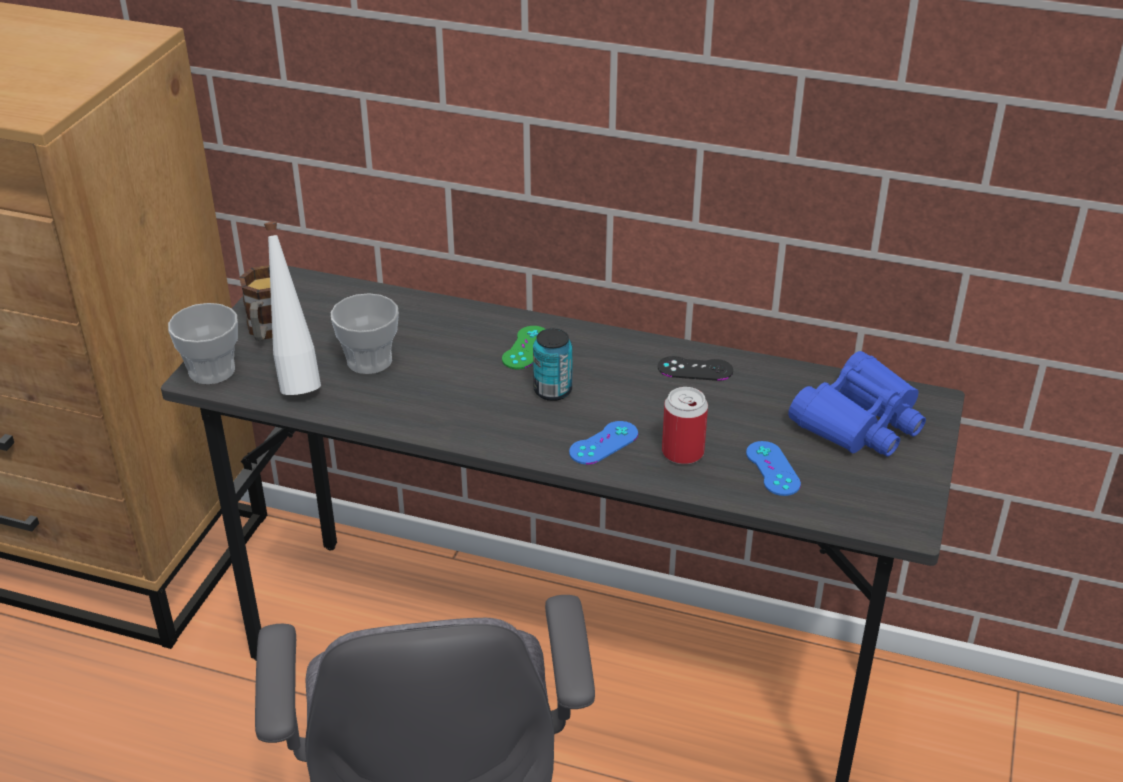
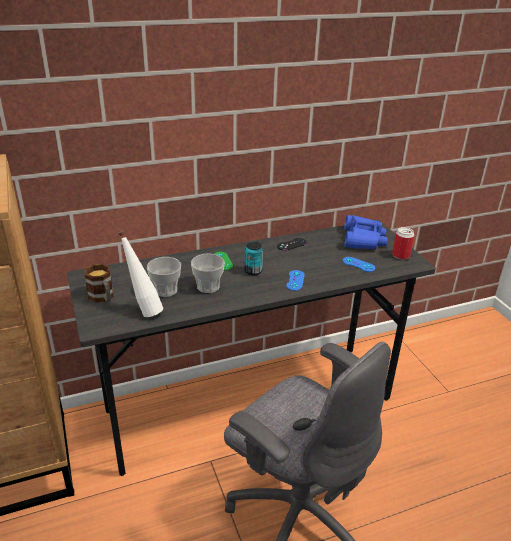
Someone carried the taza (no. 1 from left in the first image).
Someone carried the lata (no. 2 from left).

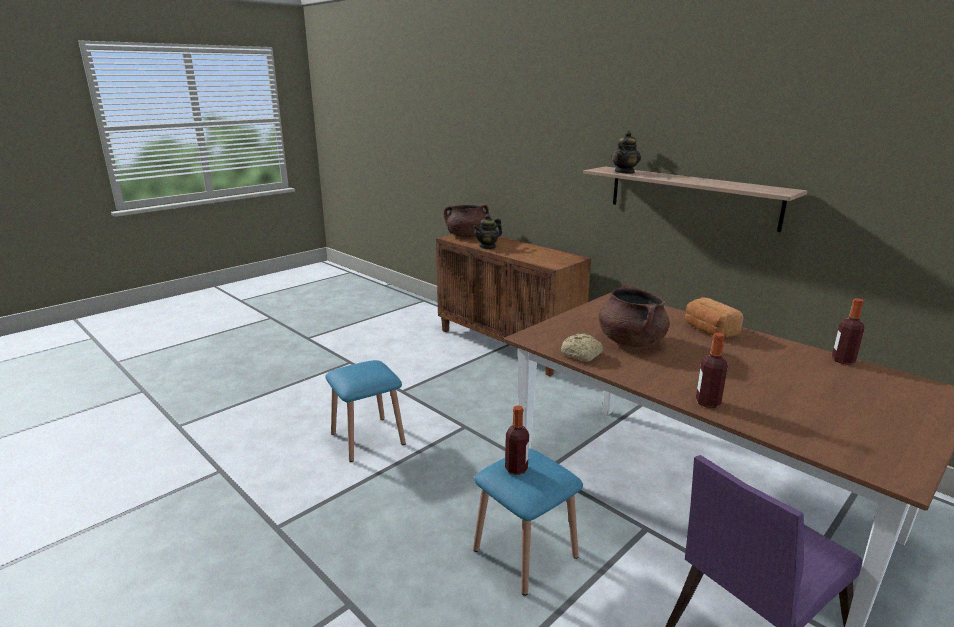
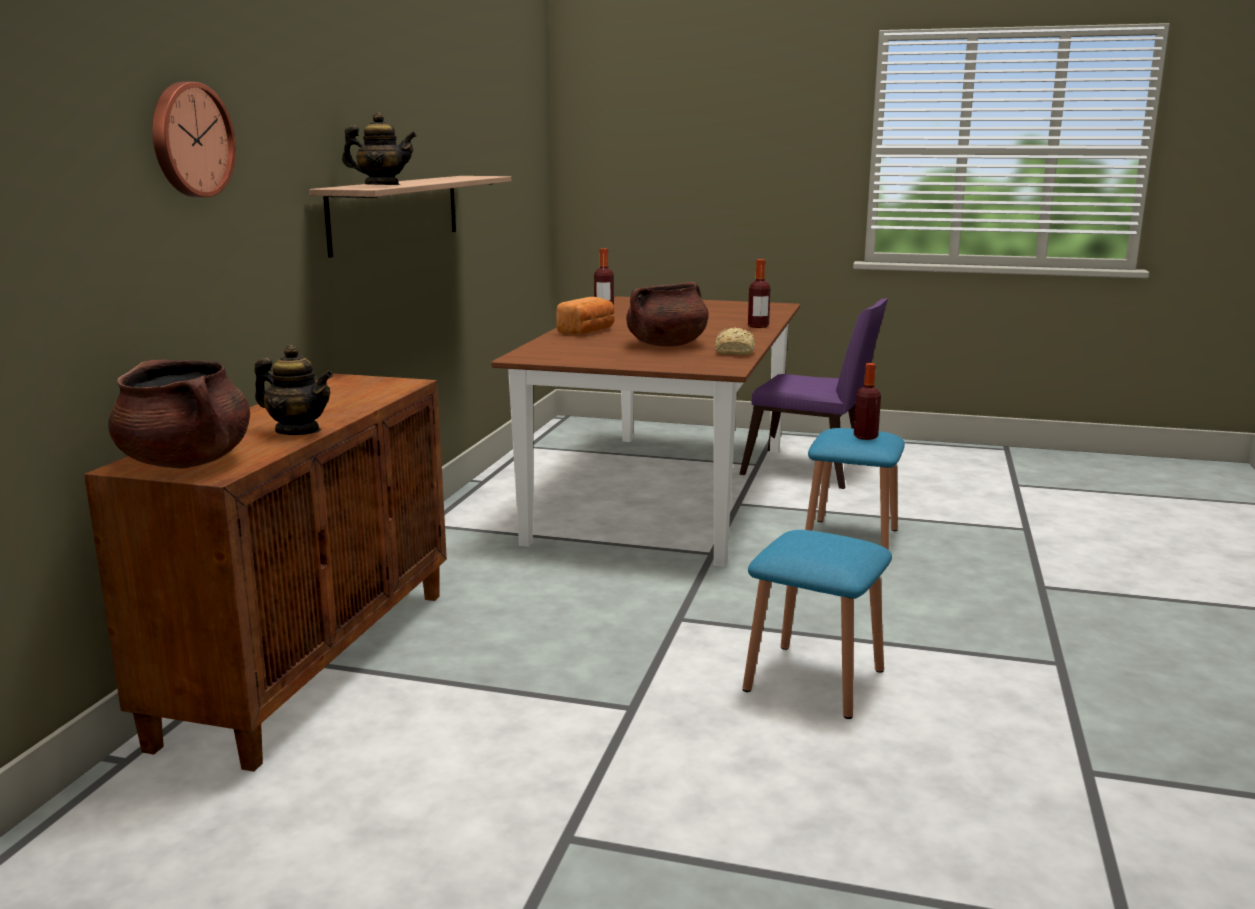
Someone put up the reloj de pared.

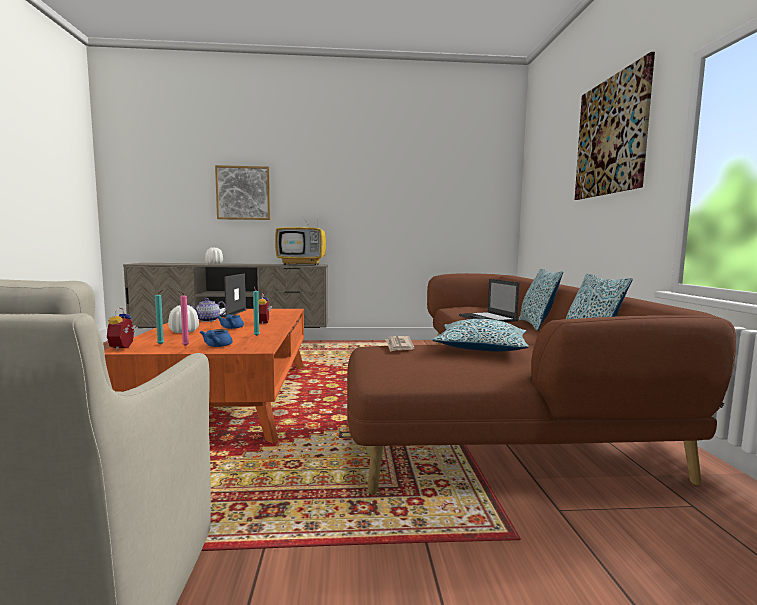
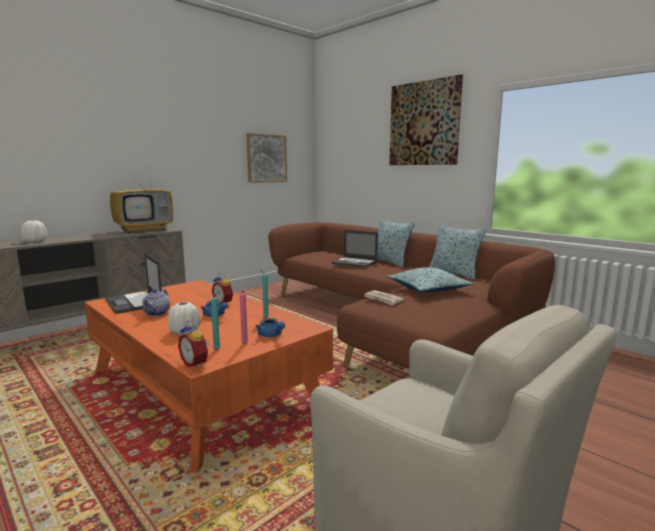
Someone carried the cuadro (no. 1 from left).

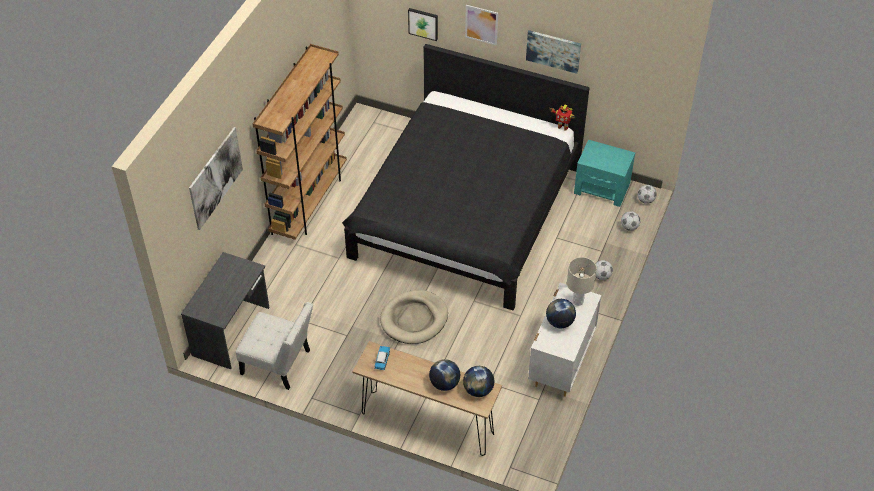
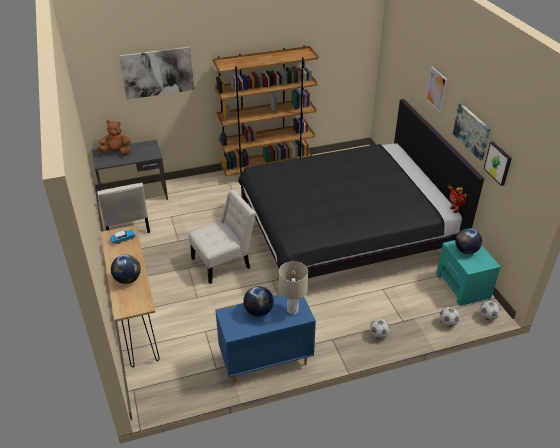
Someone put down the peluche/marrón.
Someone carried the cuadro (no. 2 from left in the first image).
Someone carried the globo terráqueo (no. 2 from left in the first image).
Someone swapped the cama para perro/beis for the silla/blanco (no. 2 from left).
Someone repainted the cómoda/blanco, which became the cómoda/azul.

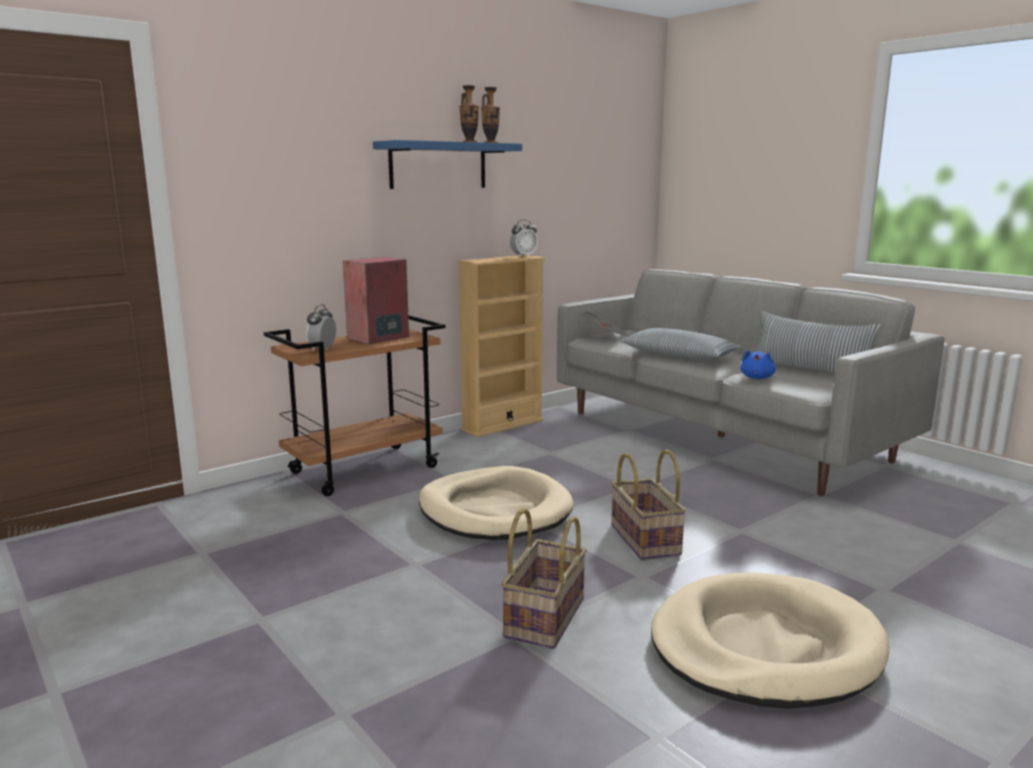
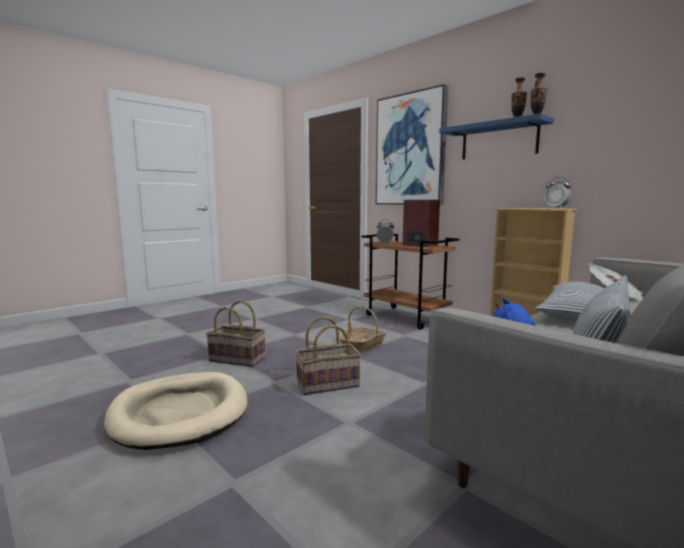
Someone put up the cuadro.
Someone swapped the cama para perro/beis (no. 1 from left) for the cesta (no. 3 from left).

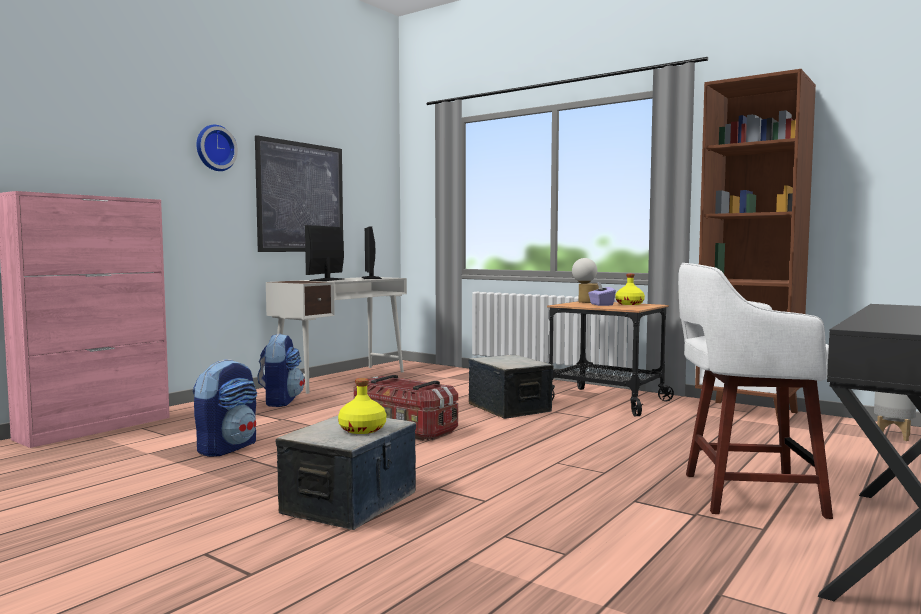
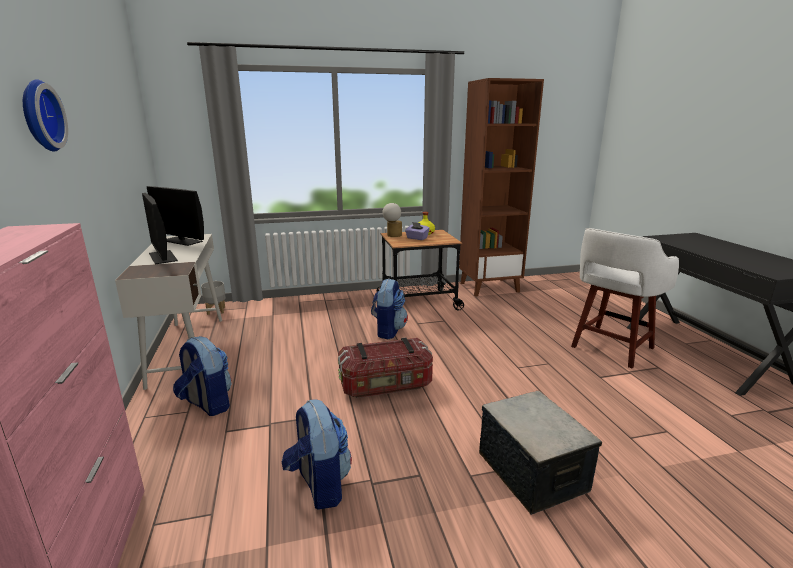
Someone took away the cuadro.
Someone took away the botella/amarillo (no. 1 from left).
Someone carried the maceta/gris.
Someone swapped the caja de almacenaje (no. 3 from left) for the mochila (no. 3 from left).

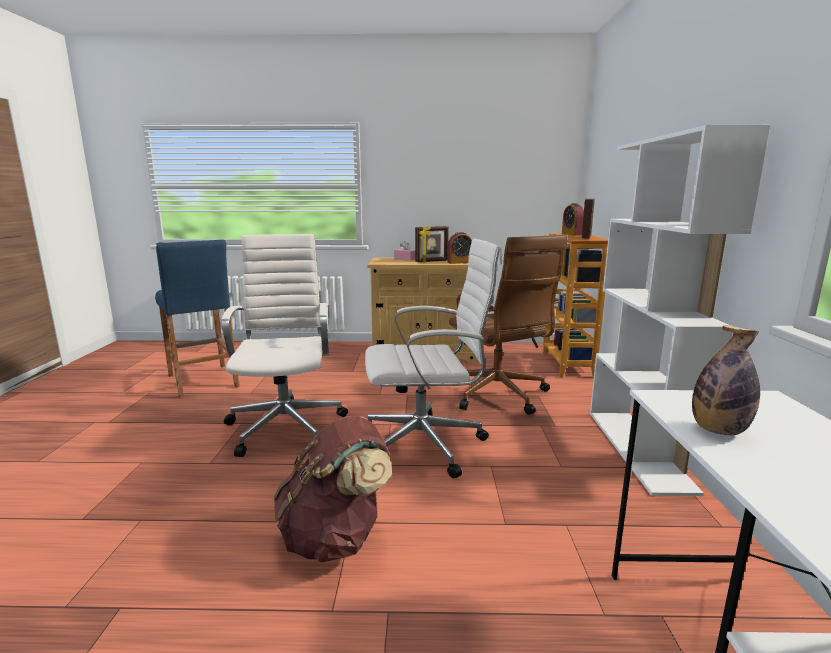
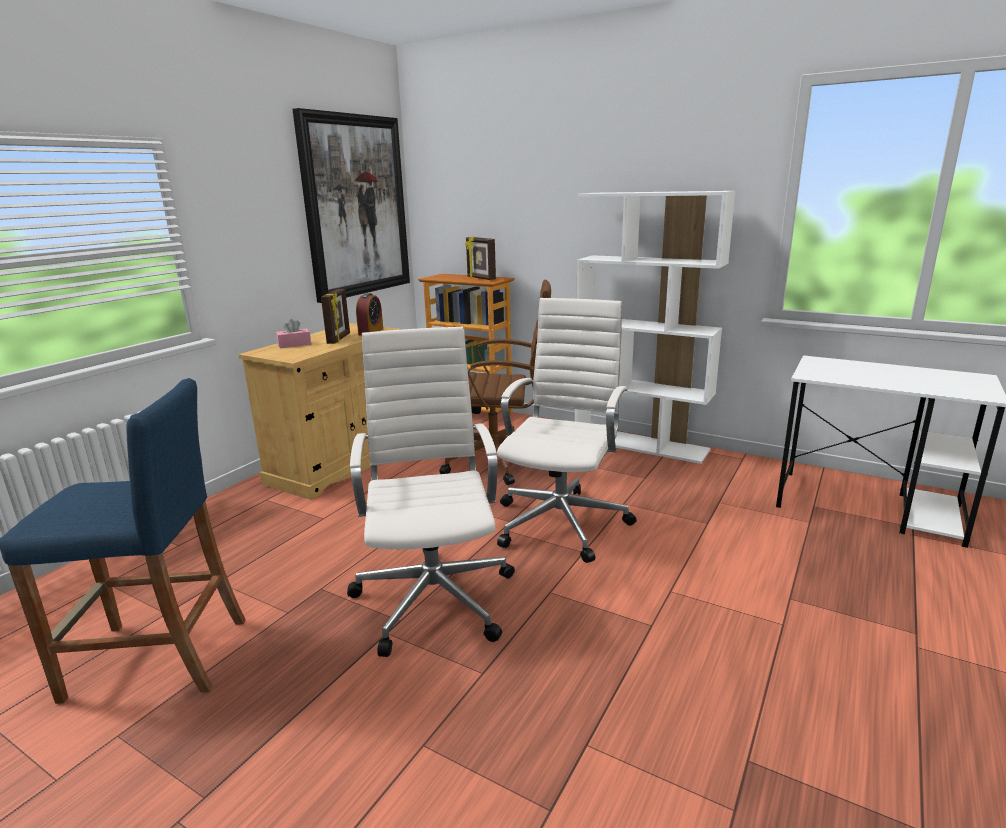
Someone took away the mochila/marrón.
Someone took away the despertador (no. 2 from left).
Someone took away the botella.
Someone put up the cuadro.
Someone rotated the silla de oficina/blanco (no. 1 from left) by 60 degrees clockwise.

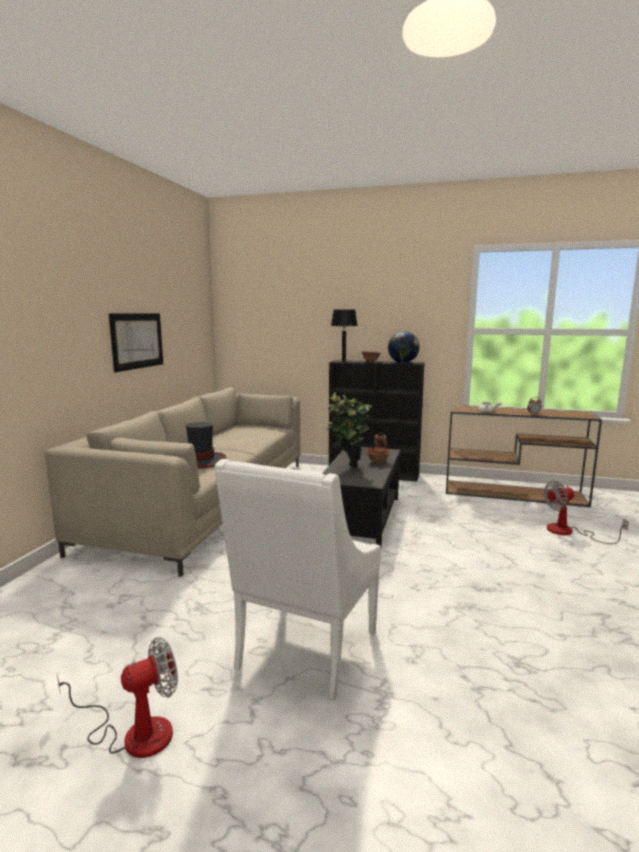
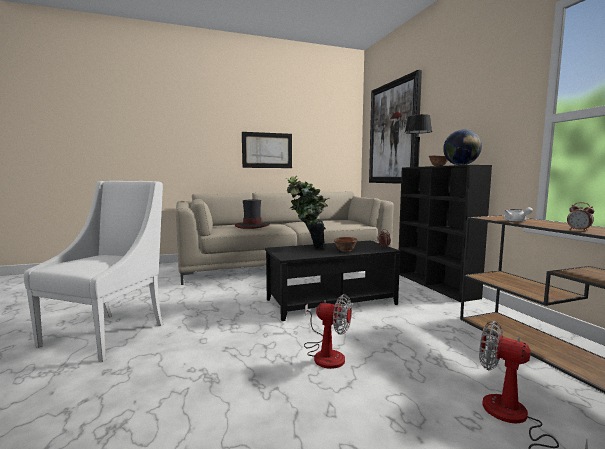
Someone put up the cuadro (no. 2 from left).
Someone carried the ventilador (no. 1 from left).
Someone rotated the sillón/blanco by 120 degrees clockwise.

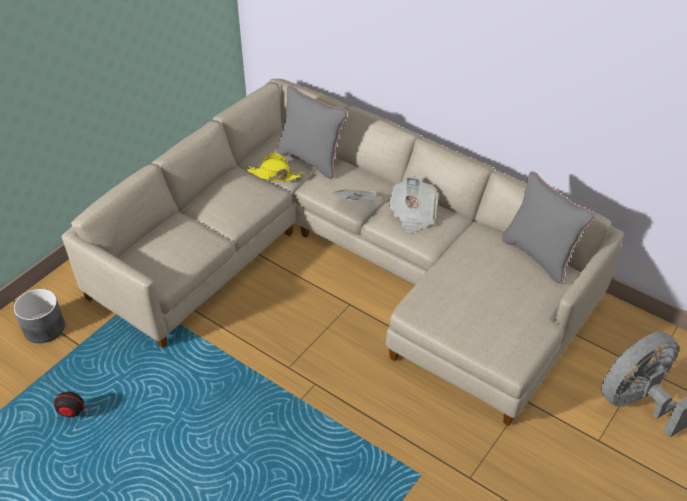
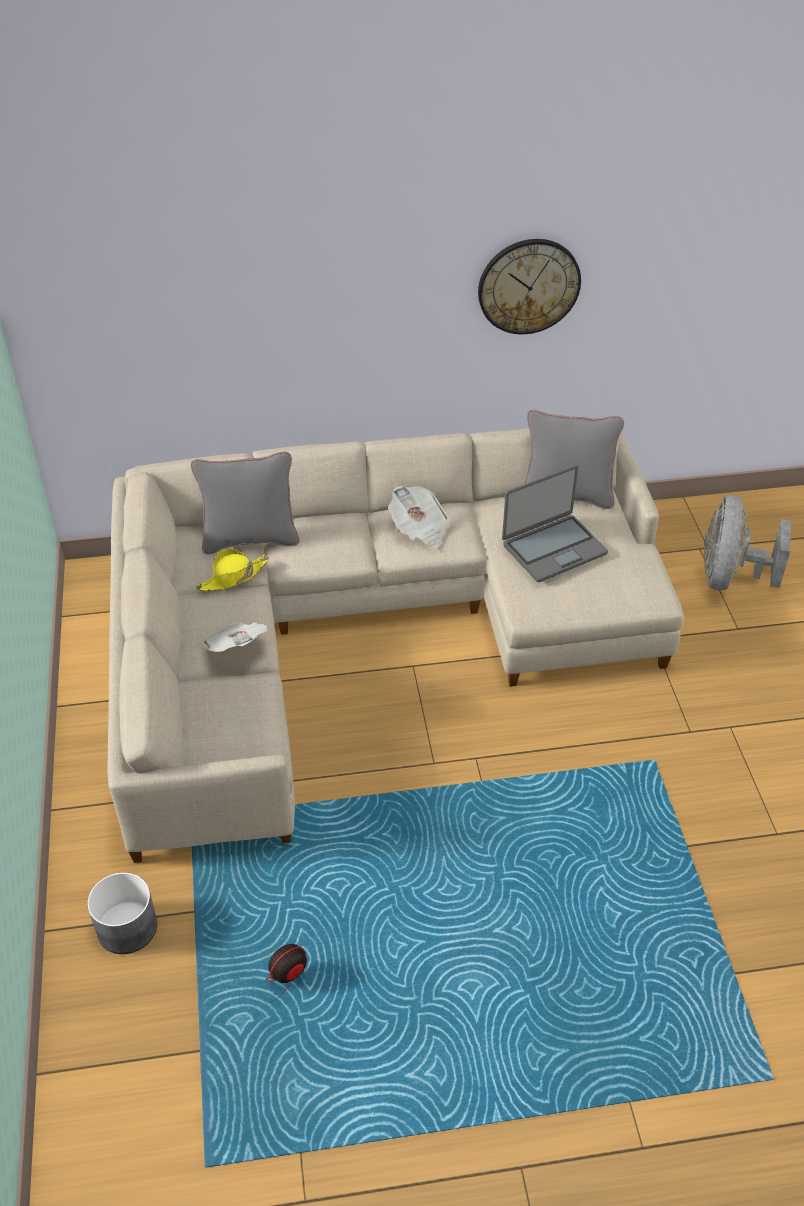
Someone put up the reloj de pared.
Someone put down the portátil.
Someone carried the periódico (no. 1 from left).

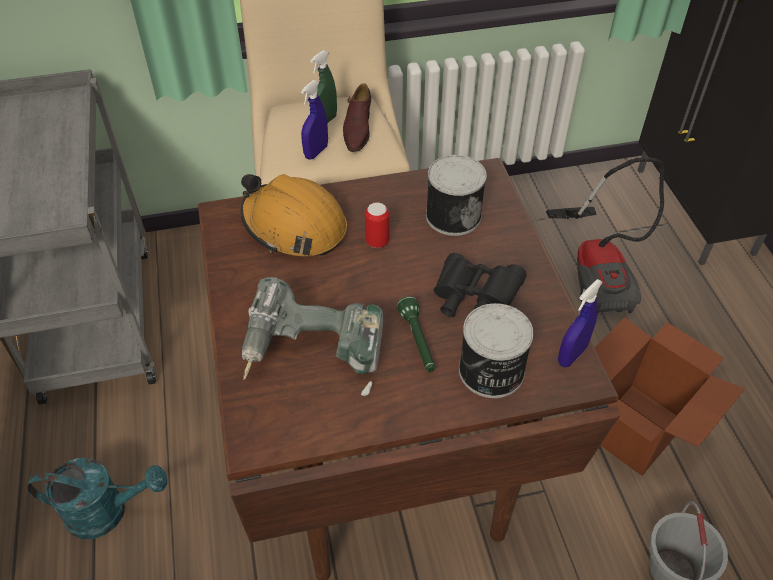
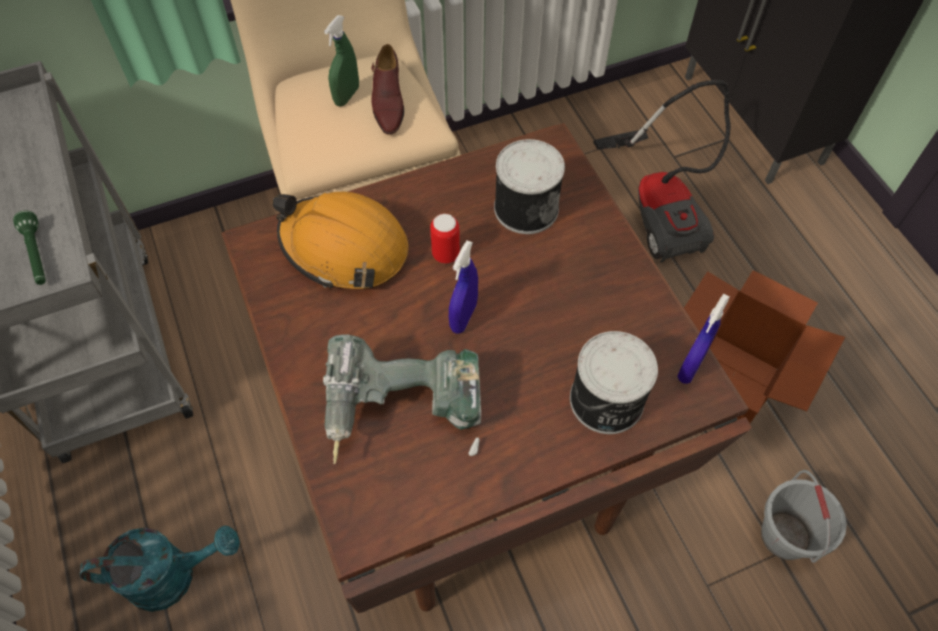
Someone took away the prismáticos/negro.
Someone carried the pulverizador/azul (no. 1 from left).
Someone carried the linterna/verde.

